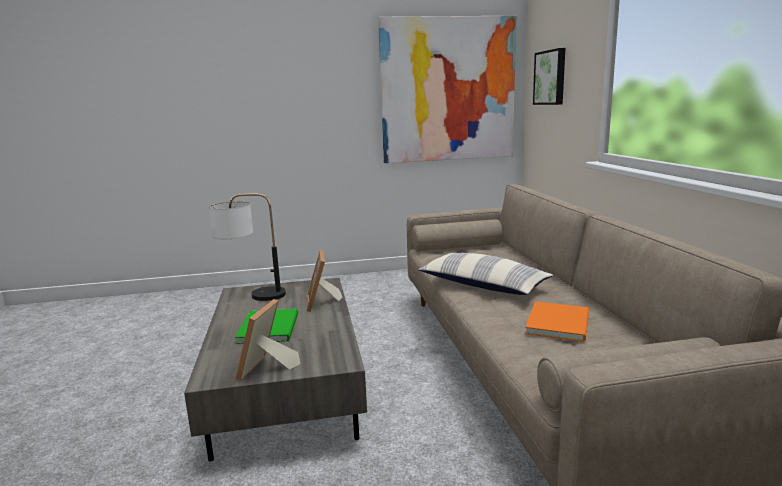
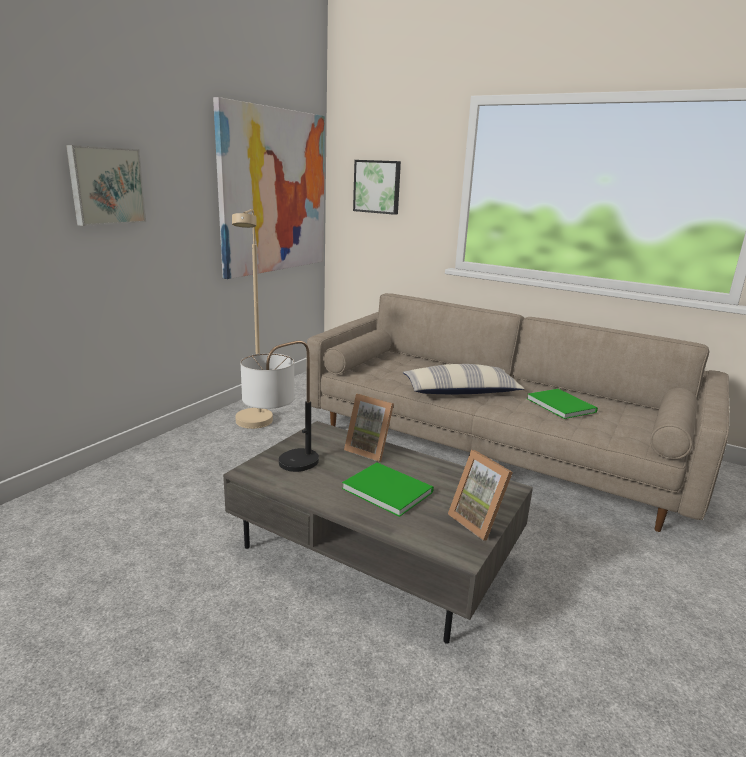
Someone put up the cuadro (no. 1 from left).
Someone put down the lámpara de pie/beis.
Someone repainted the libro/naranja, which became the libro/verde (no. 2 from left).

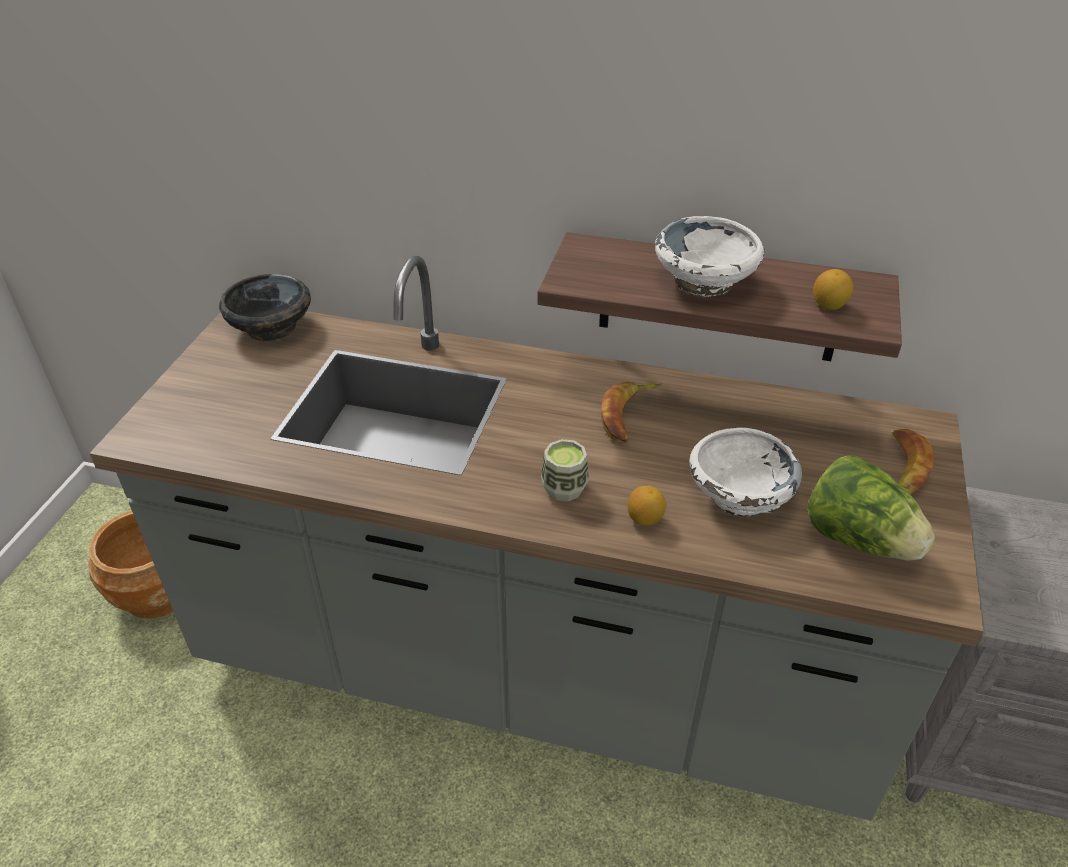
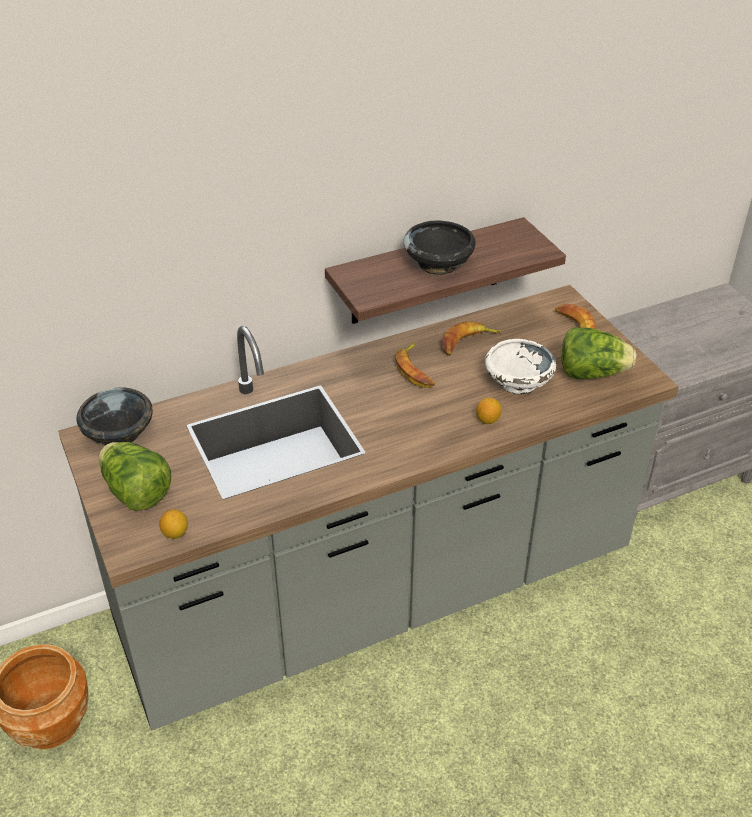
Someone took away the taza.
Someone put down the lechuga (no. 1 from left).
Someone put down the plátano (no. 2 from left).
Someone carried the limón (no. 2 from left in the first image).
Someone repainted the cuenco/blanco (no. 1 from left), which became the cuenco/negro (no. 2 from left).

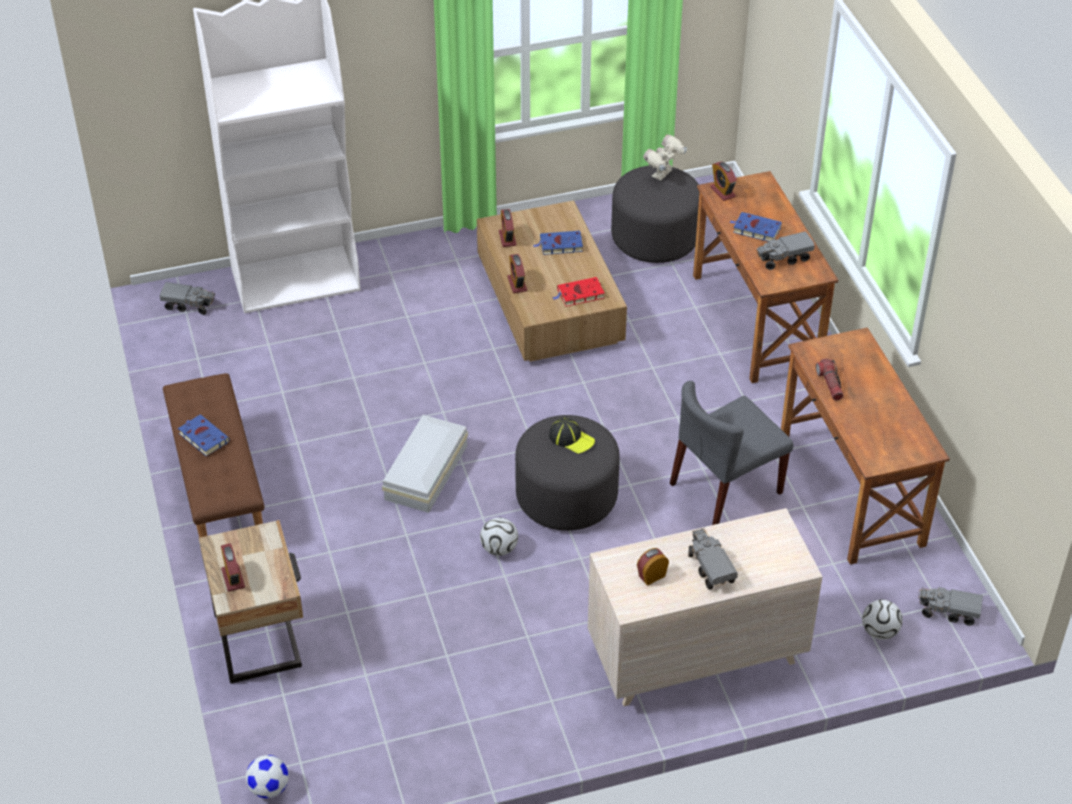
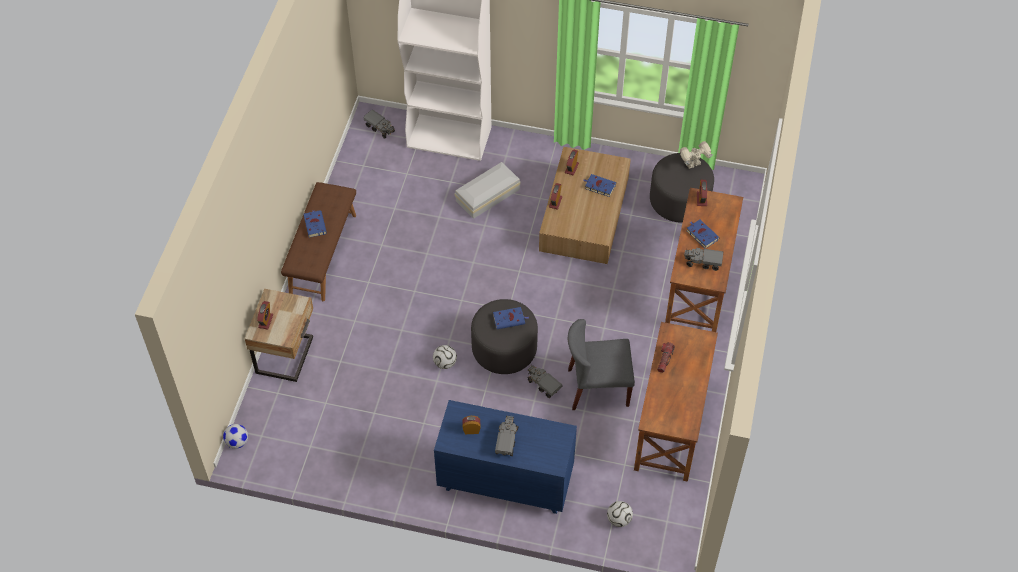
Someone took away the libro/rojo.
Someone carried the caja de almacenaje/blanco.
Someone carried the camión de juguete (no. 4 from left in the first image).
Someone swapped the gorra for the libro/azul (no. 2 from left).
Someone repainted the cómoda/beis, which became the cómoda/azul.

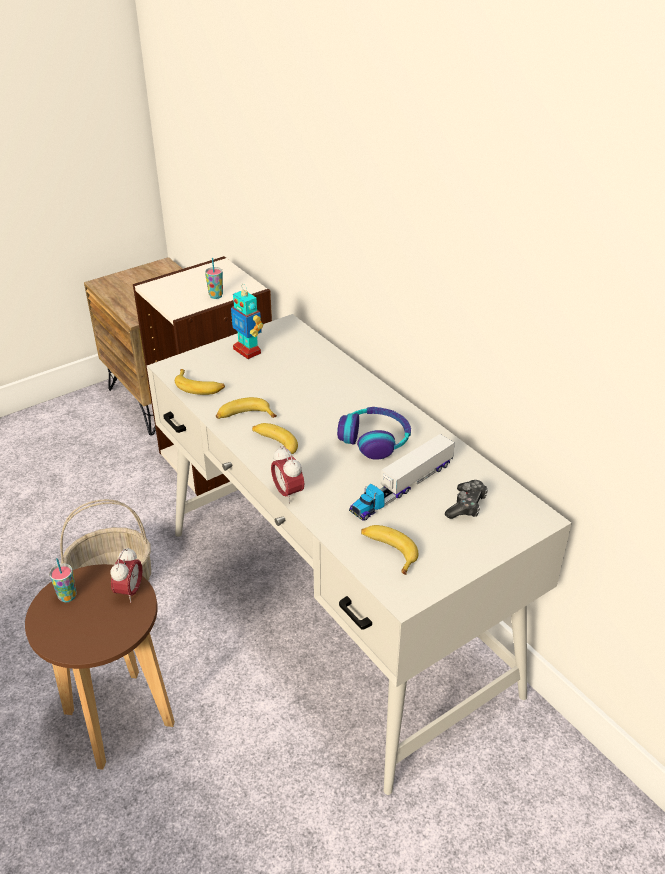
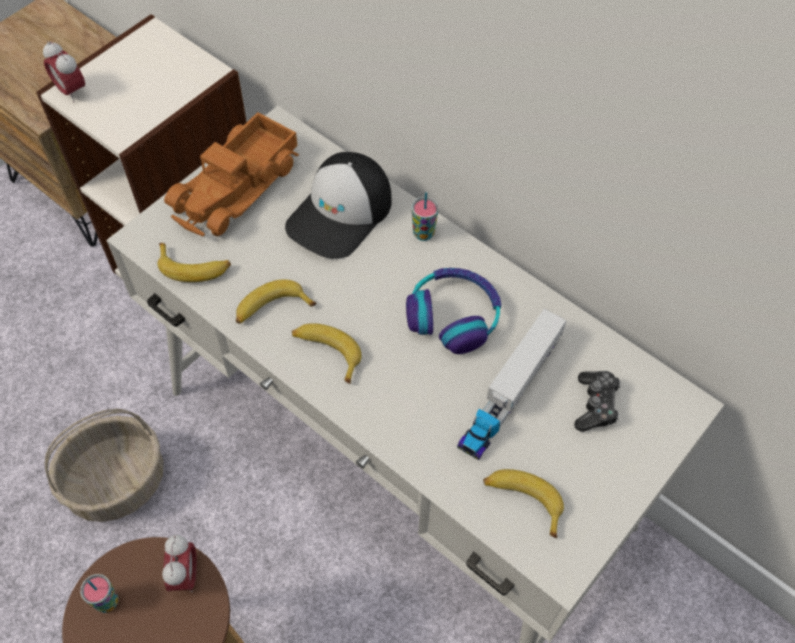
Someone put down the gorra.
Someone carried the taza (no. 2 from left).
Someone carried the despertador (no. 2 from left in the first image).
Someone swapped the robot de juguete for the camión de juguete (no. 1 from left).

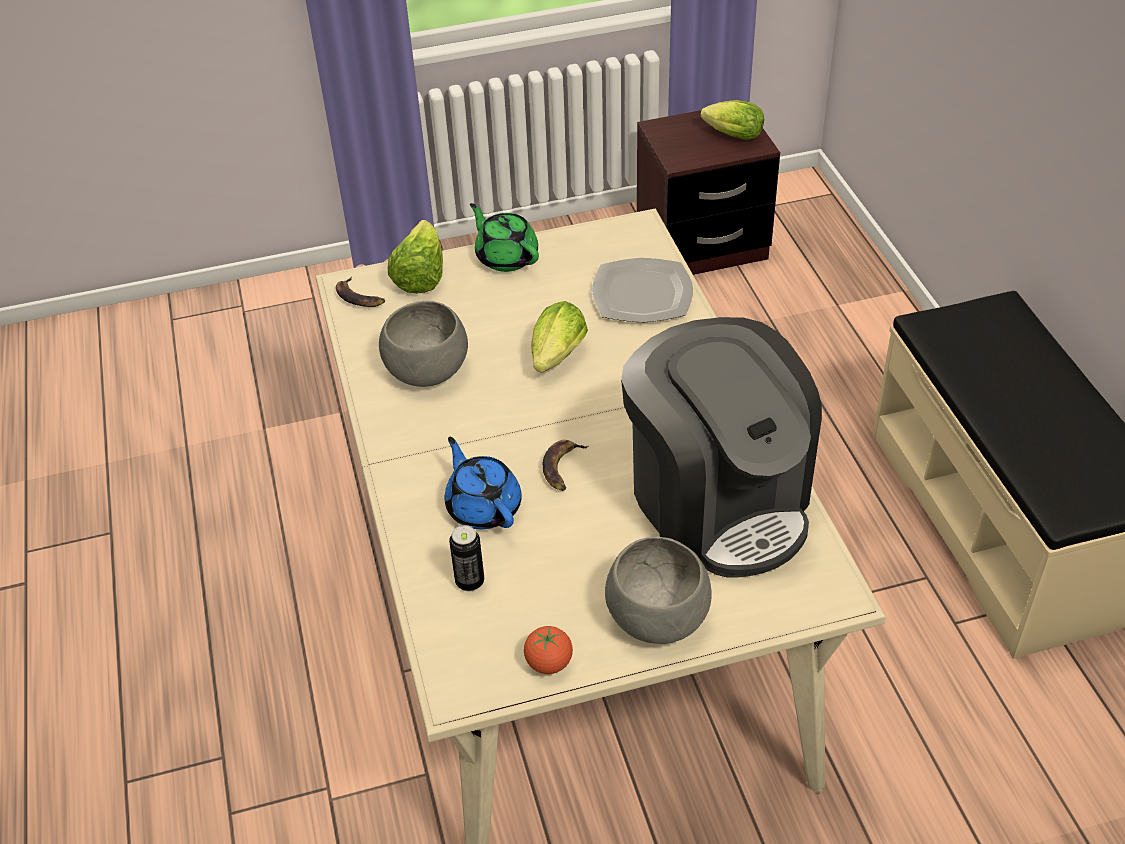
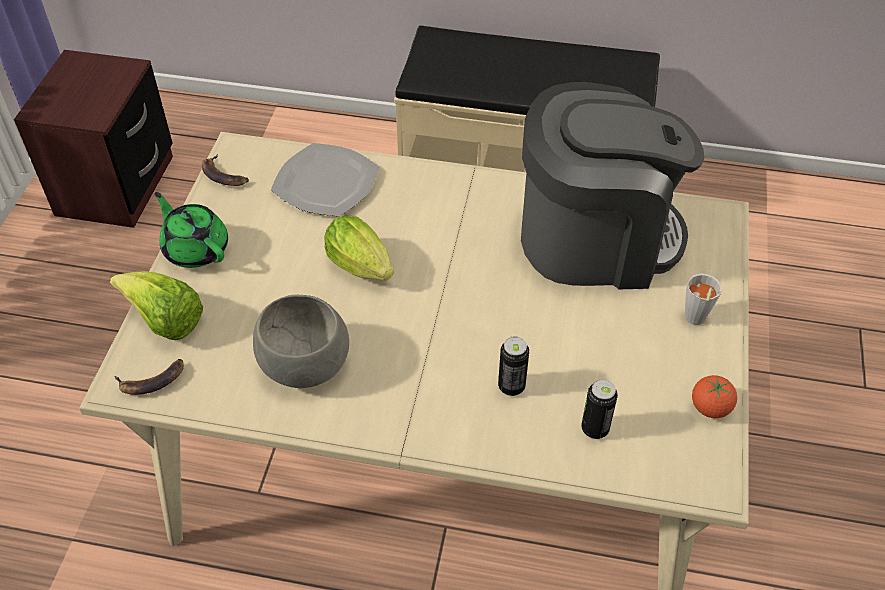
Someone took away the lechuga (no. 3 from left).
Someone carried the plátano (no. 2 from left).
Someone swapped the tetera/azul for the lata (no. 1 from left).
Someone swapped the cuenco/gris (no. 2 from left) for the taza/gris.
Someone rotated the tetera/verde by 60 degrees clockwise.

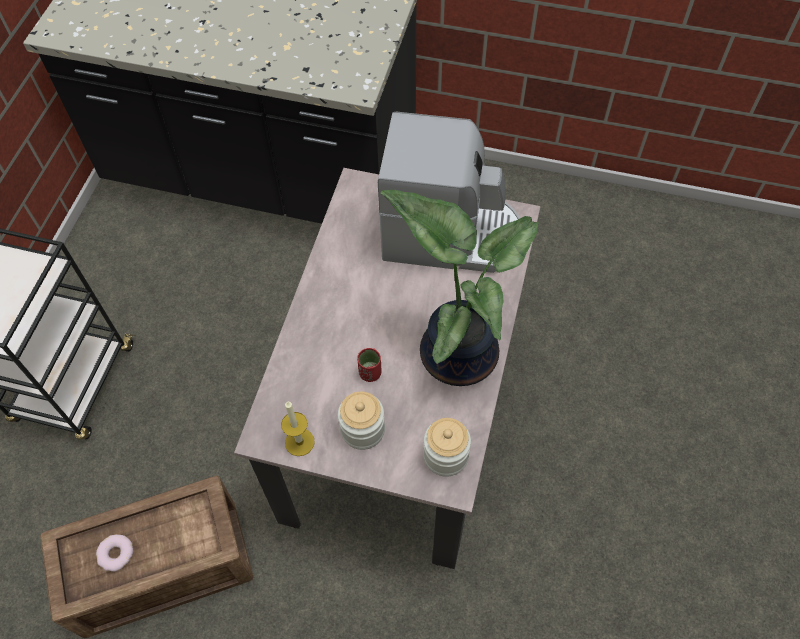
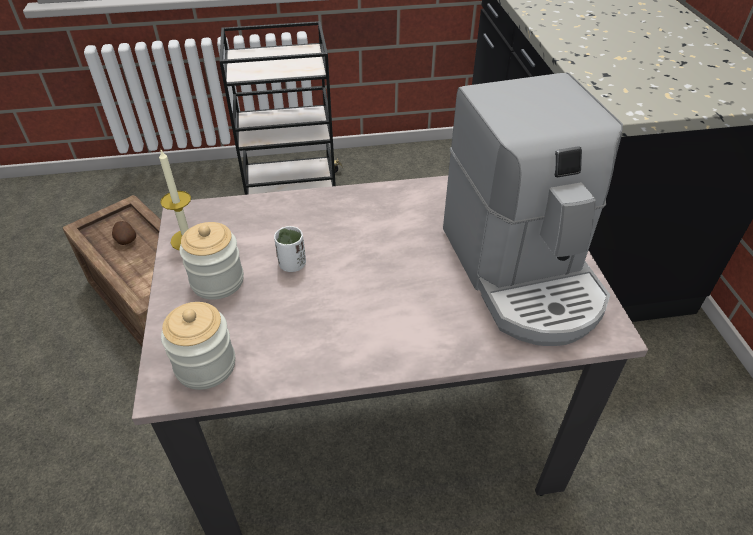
Someone took away the planta en maceta.
Someone swapped the rosquilla for the patata.
Someone repainted the taza/rojo, which became the taza/blanco.

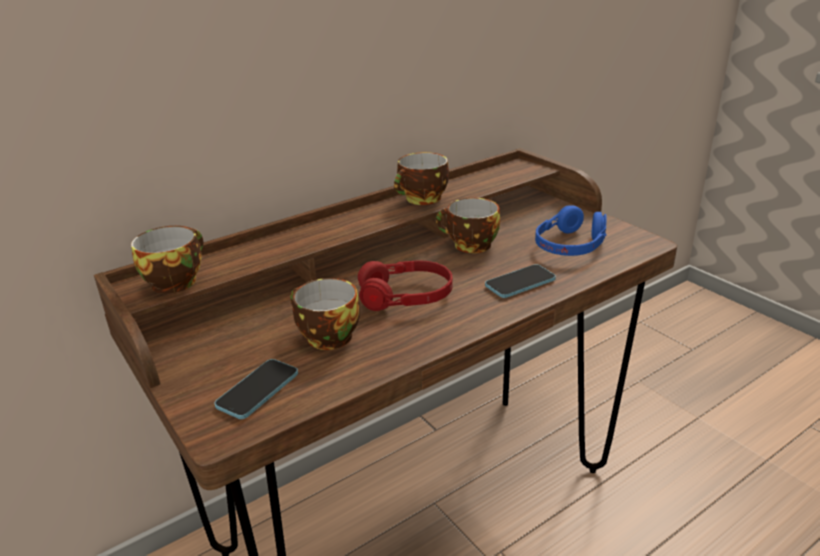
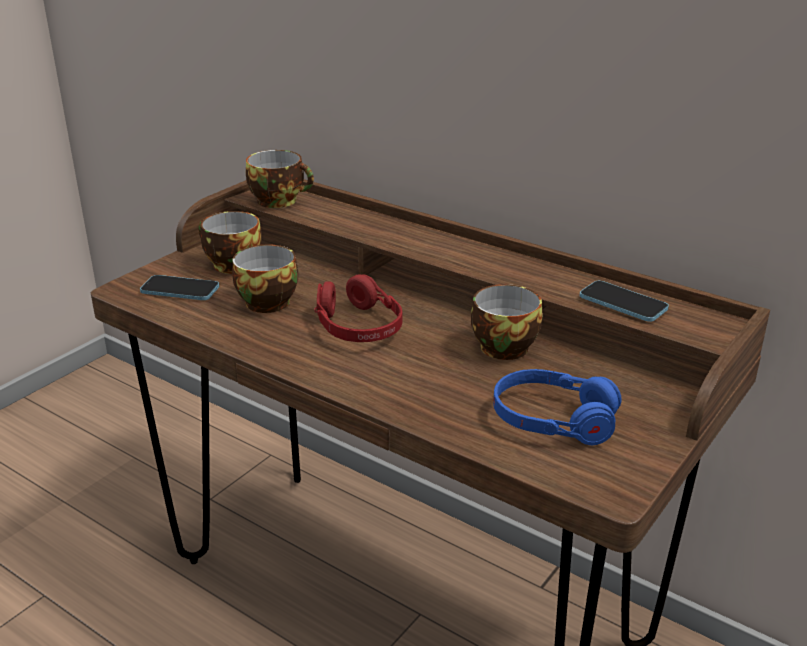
Someone carried the taza (no. 3 from left in the first image).
Someone carried the móvil (no. 2 from left).

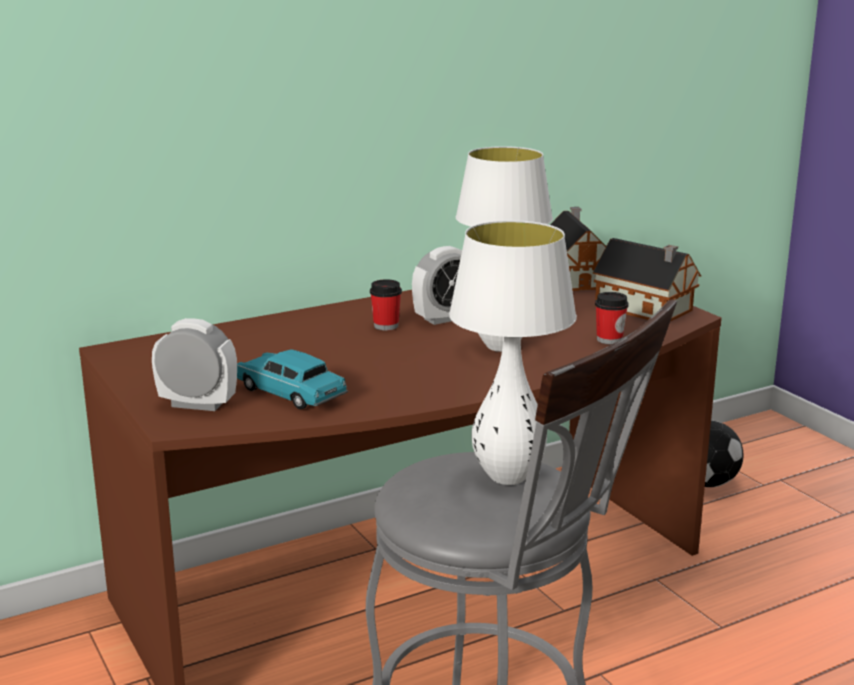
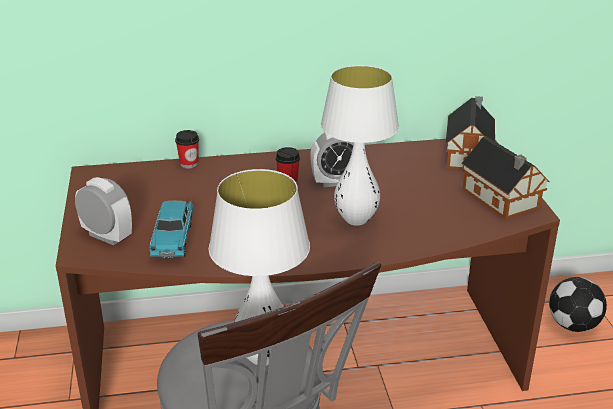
Someone carried the taza (no. 2 from left in the first image).
Someone rotated the coche de juguete/turquesa by 150 degrees counterclockwise.

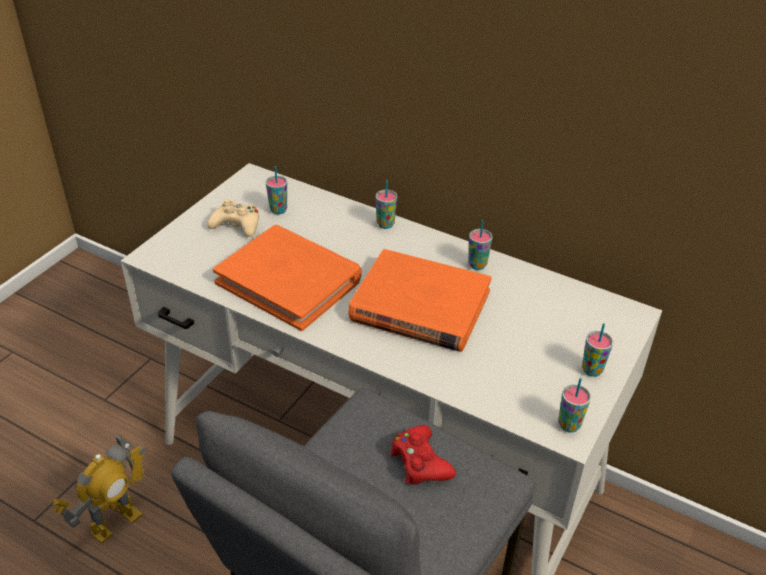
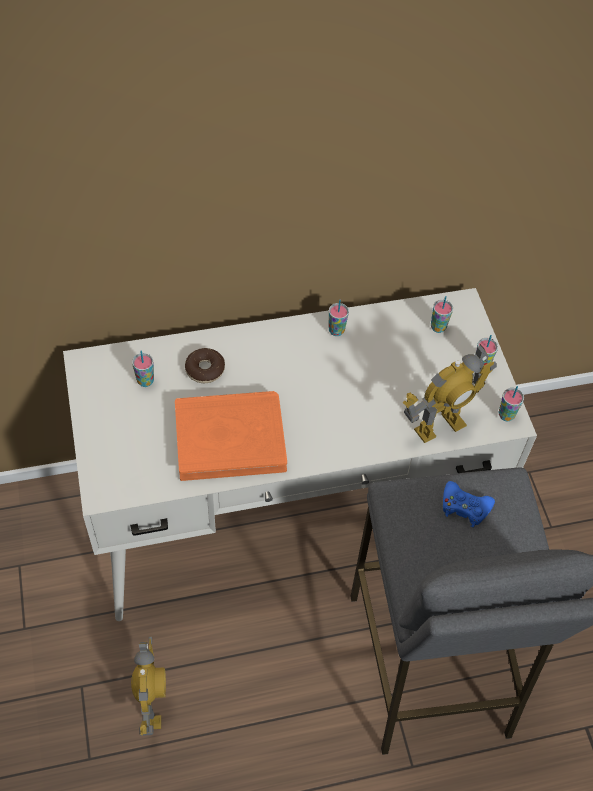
Someone took away the mando de consola/beis.
Someone took away the libro/naranja (no. 2 from left).
Someone put down the rosquilla.
Someone put down the robot de juguete (no. 2 from left).
Someone carried the taza (no. 2 from left in the first image).
Someone repainted the mando de consola/rojo, which became the mando de consola/azul.

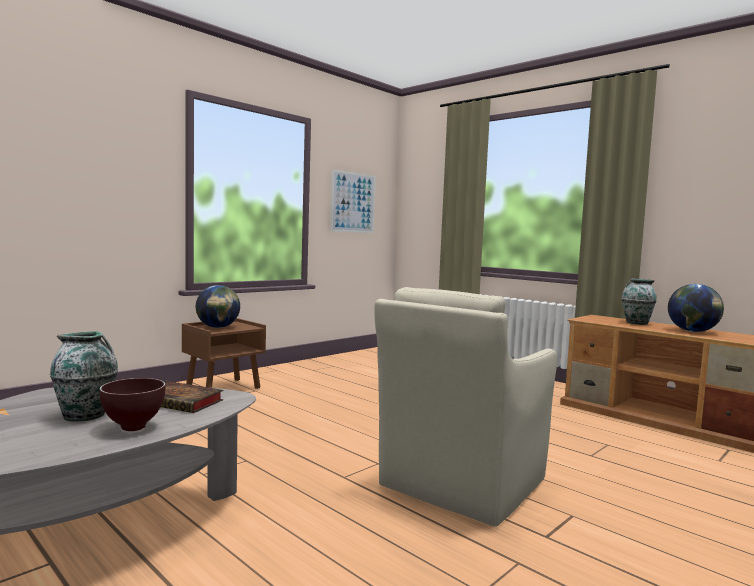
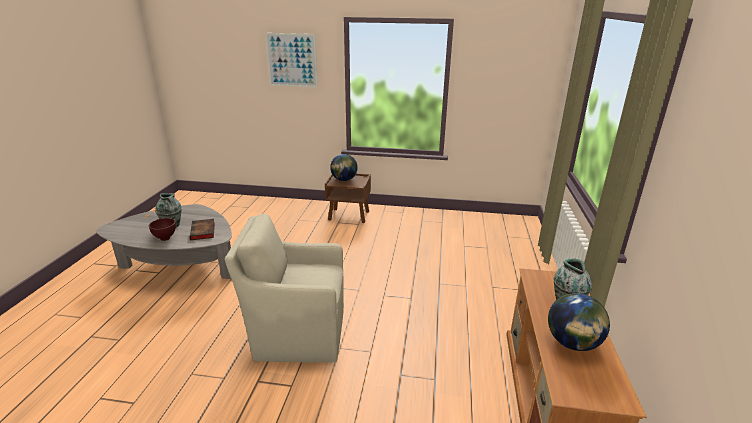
Someone carried the cuadro.

